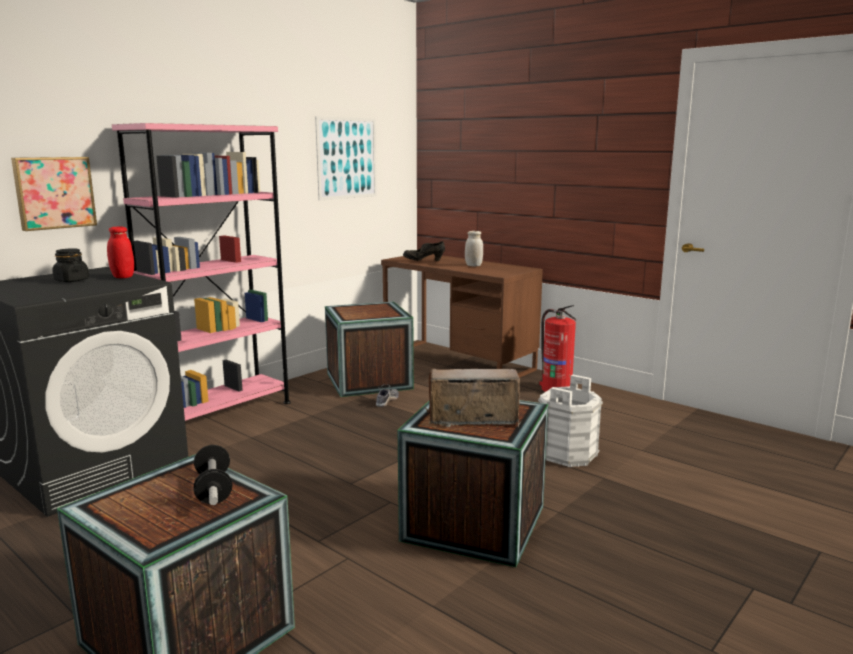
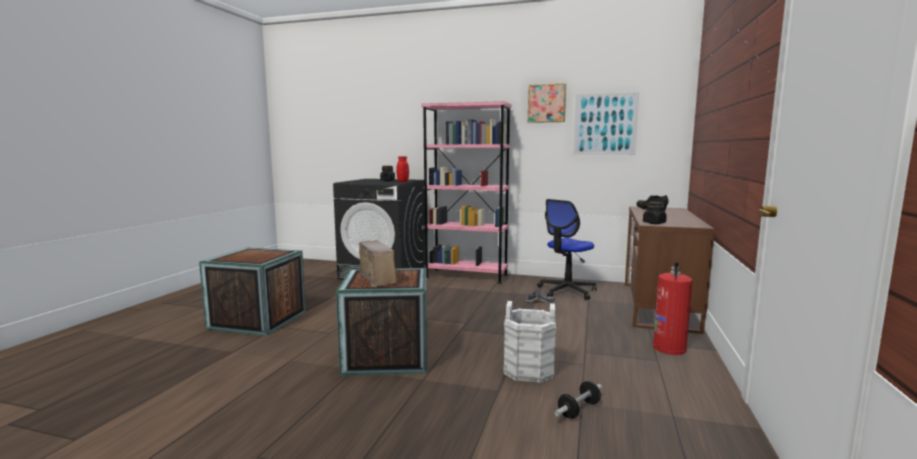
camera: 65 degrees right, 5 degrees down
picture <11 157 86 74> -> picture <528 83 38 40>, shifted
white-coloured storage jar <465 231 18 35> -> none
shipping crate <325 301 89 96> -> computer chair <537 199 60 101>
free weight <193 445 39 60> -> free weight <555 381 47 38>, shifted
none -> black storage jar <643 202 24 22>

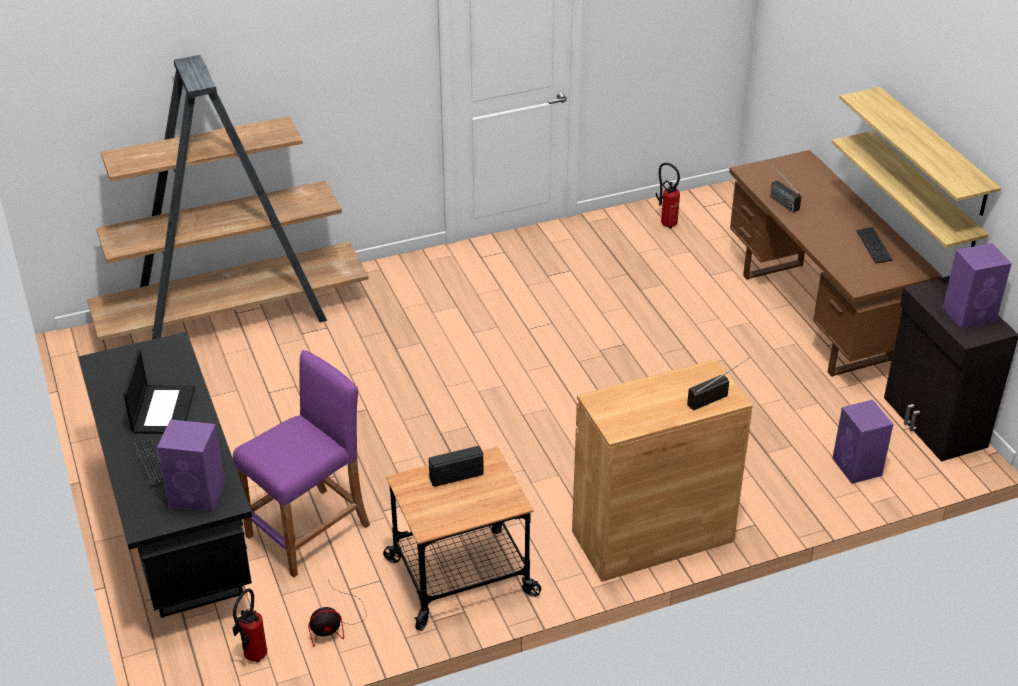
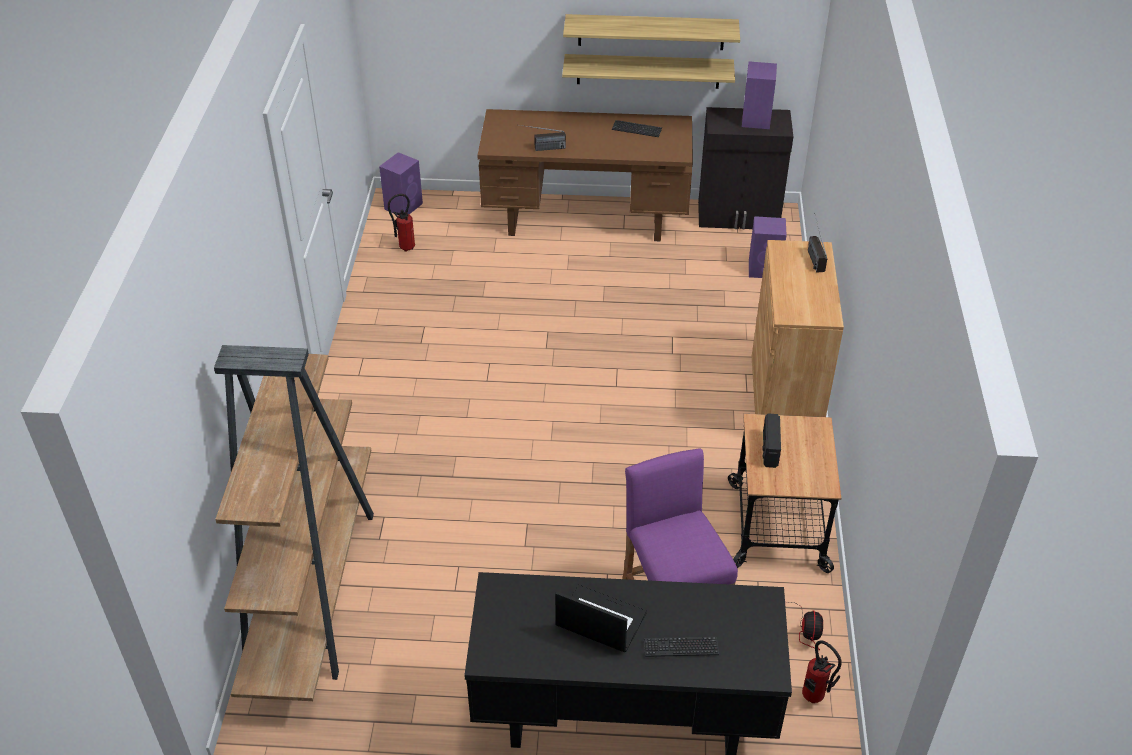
camera: 65 degrees left, 5 degrees up
purplish speaker <157 420 68 92> -> purplish speaker <379 152 44 64>, shifted

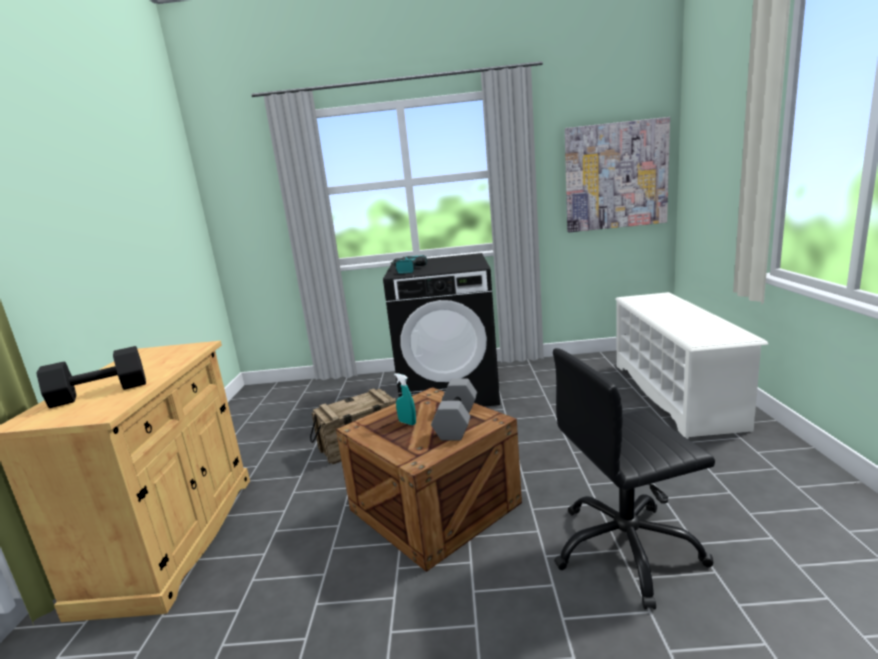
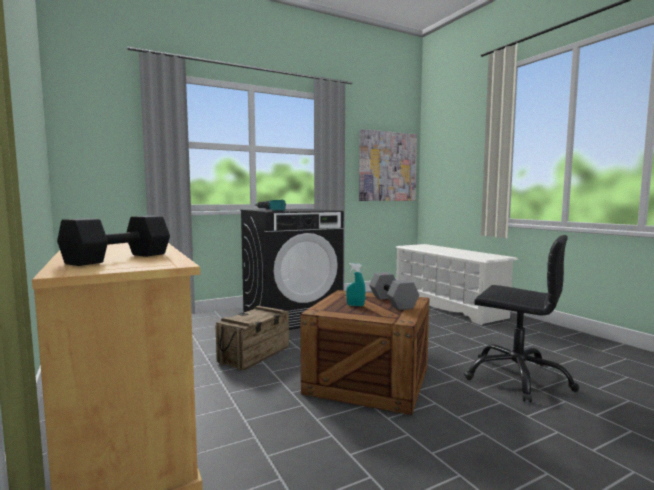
camera: 30 degrees left, 10 degrees down
black computer chair <553 348 162 262> -> black computer chair <464 235 115 167>, 105 degrees counterclockwise

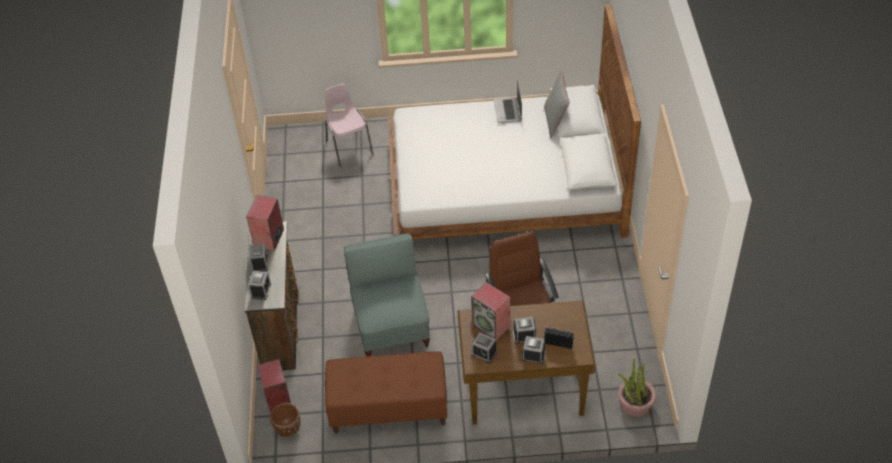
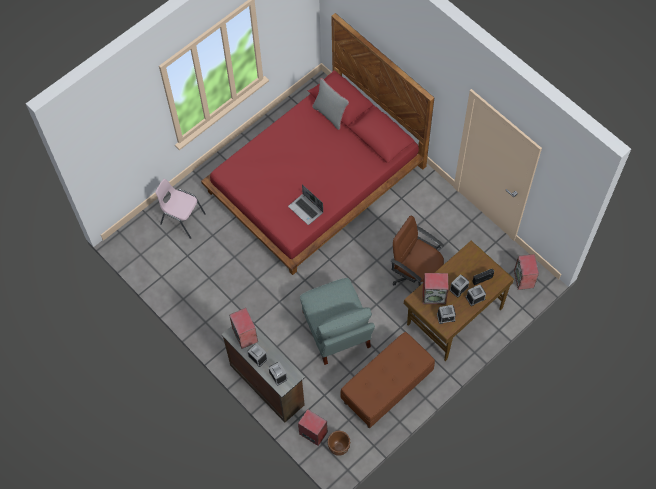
camera: 40 degrees left, 15 degrees up
white-coloured bedroom bed <388 4 253 235> -> reddish bedroom bed <201 13 233 262>
notebook computer <494 80 28 43> -> notebook computer <288 184 35 41>, shifted
gray easy chair <344 234 86 123> -> gray easy chair <300 278 75 87>, 150 degrees counterclockwise
houseplant <618 358 38 59> -> speaker <514 254 25 36>

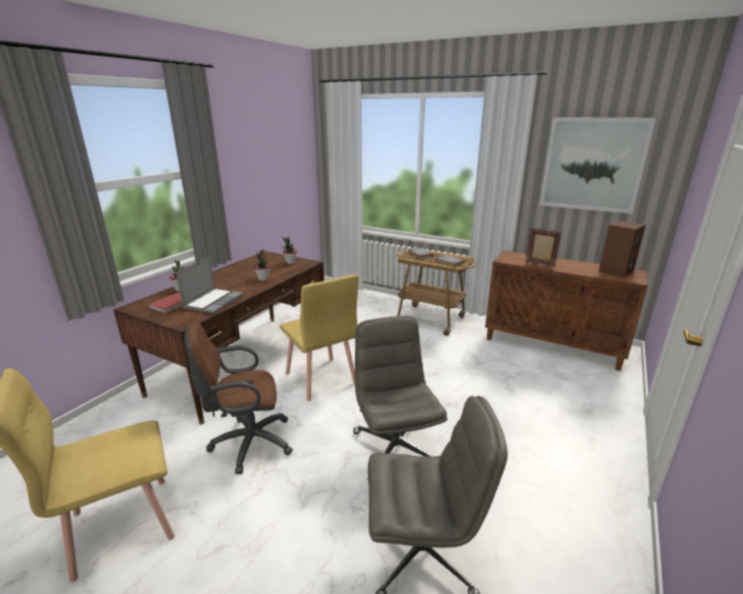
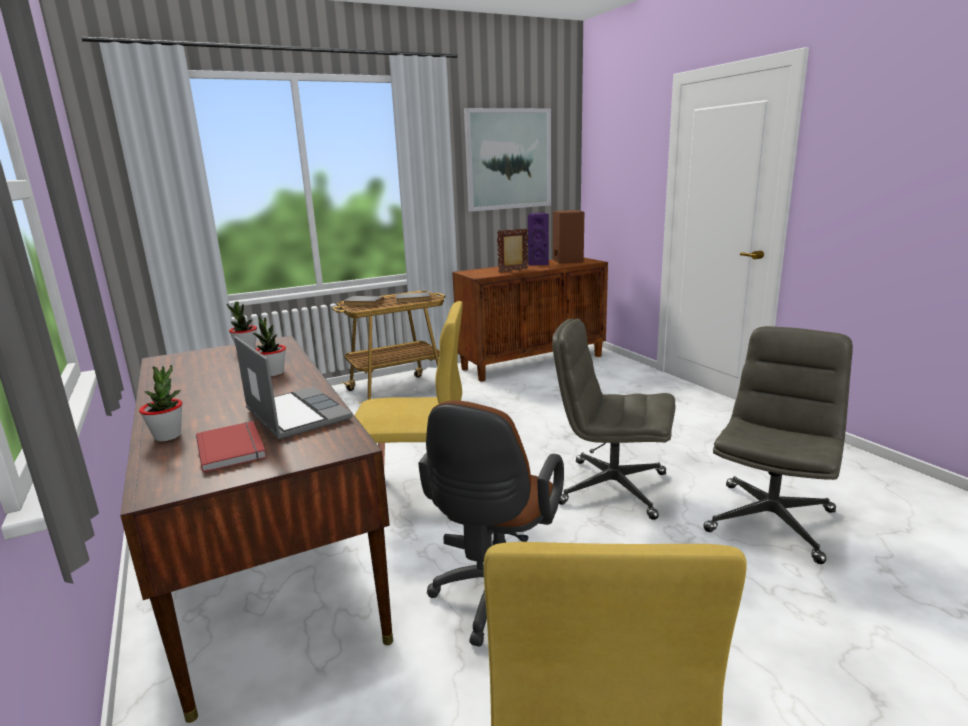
camera: 55 degrees left, 5 degrees down
none -> purplish speaker <528 213 21 53>

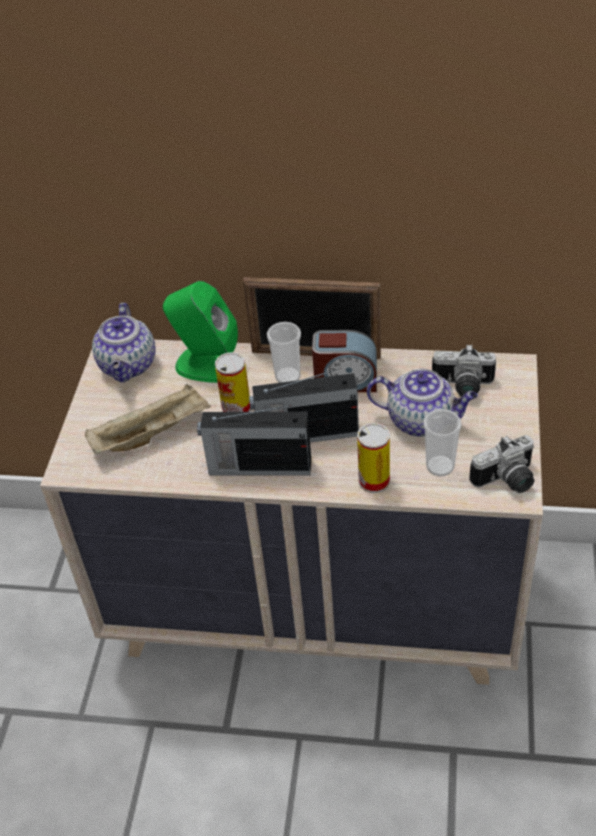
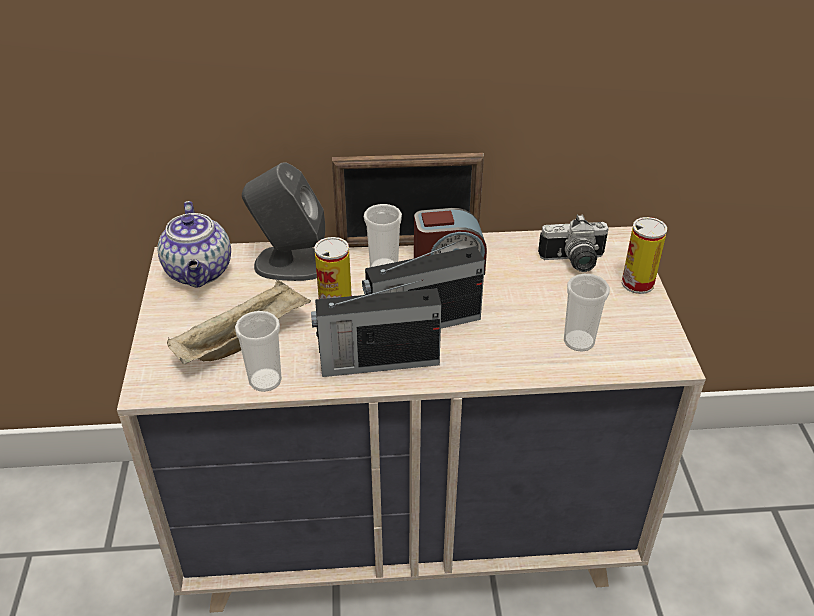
camera: 15 degrees left, 5 degrees down
green-coloured speaker <163 281 75 102> -> gray speaker <242 162 83 119>
teapot <367 369 111 68> -> none
metal can <357 423 33 70> -> metal can <622 217 45 77>, shifted
still camera <469 435 66 58> -> none
none -> small cup <235 311 47 81>

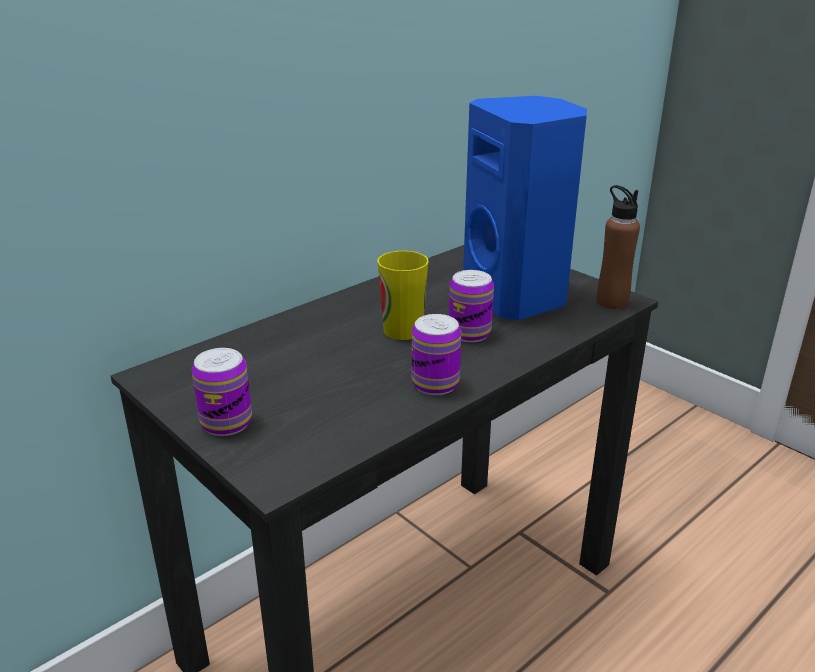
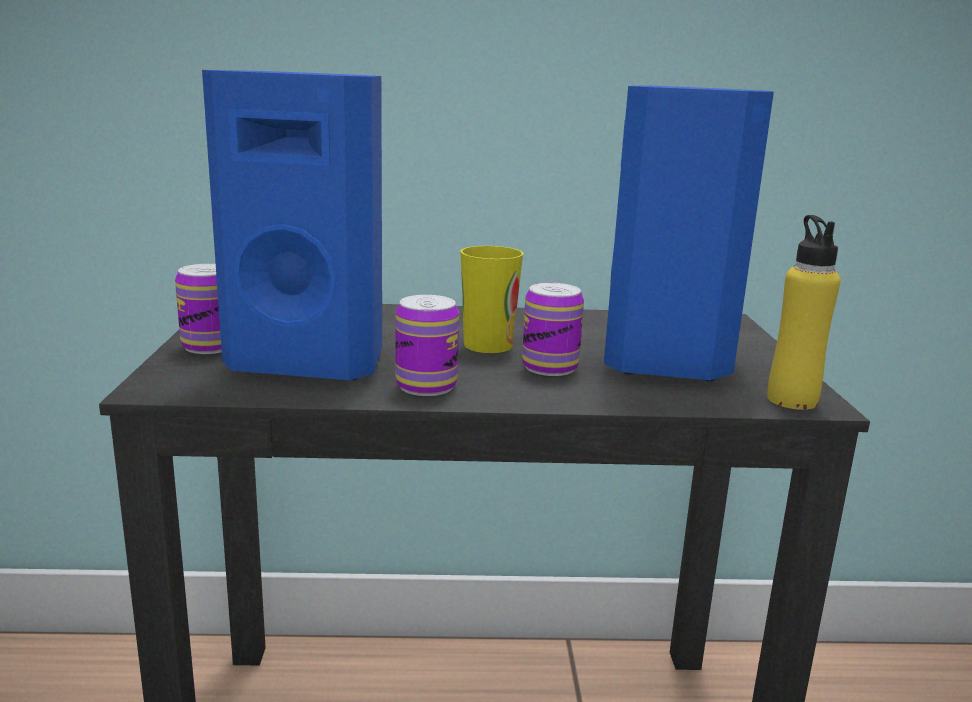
camera: 40 degrees right, 10 degrees down
brown bottle <596 185 44 124> -> yellowish bottle <767 215 74 195>
none -> bluish speaker <202 70 180 310>

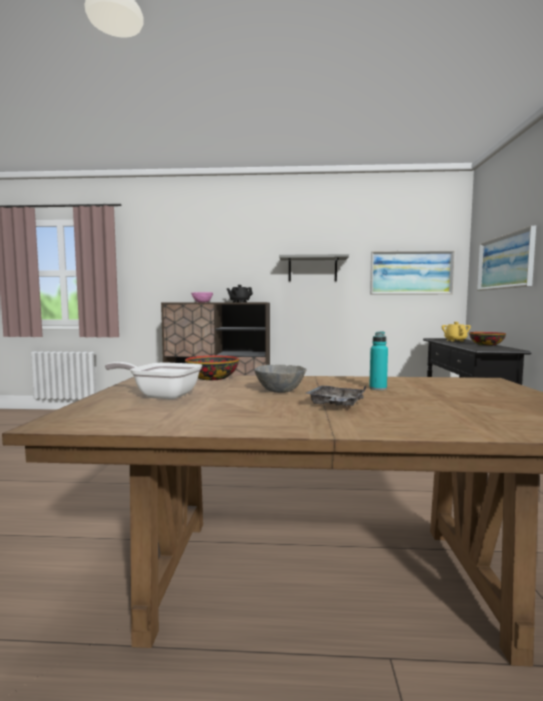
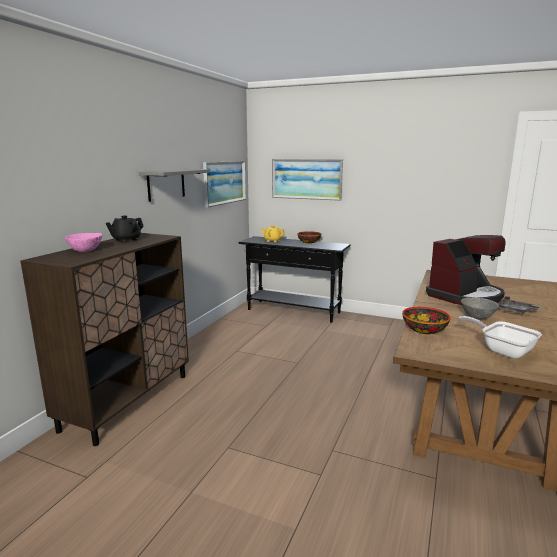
camera: 70 degrees left, 10 degrees up
turquoise-coloured bottle <369 331 19 59> -> coffee maker <426 235 80 70>
frying pan <105 362 97 37> -> frying pan <458 316 84 43>, 105 degrees clockwise

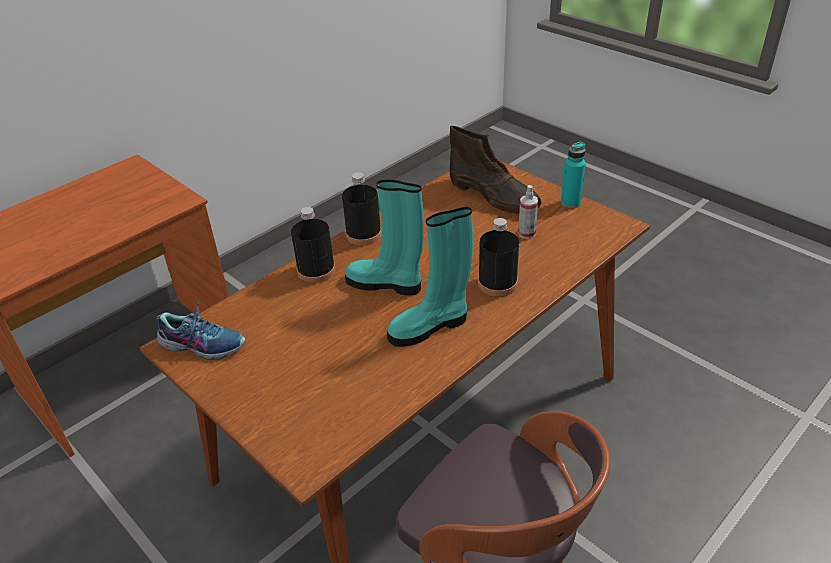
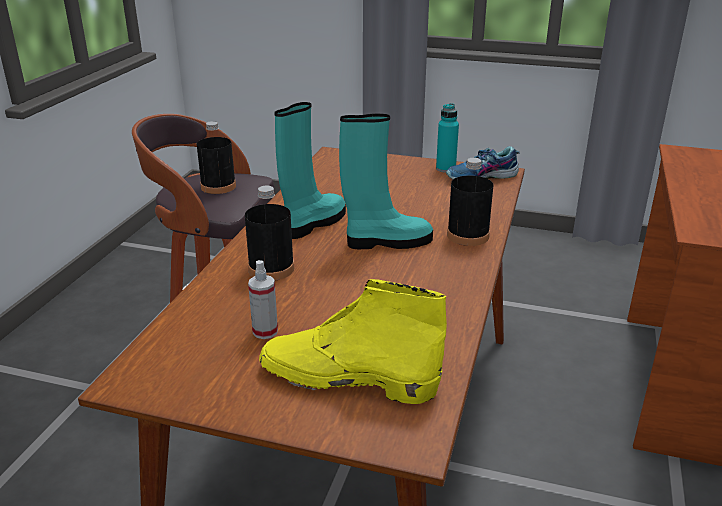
camera: 150 degrees right, 10 degrees down
brown tall boot <450 126 91 88> -> yellowish tall boot <259 279 188 125>
turquoise-coloured bottle <561 142 25 66> -> turquoise-coloured bottle <436 103 23 70>, shifted
black bottle <342 172 40 73> -> black bottle <197 121 39 73>, shifted

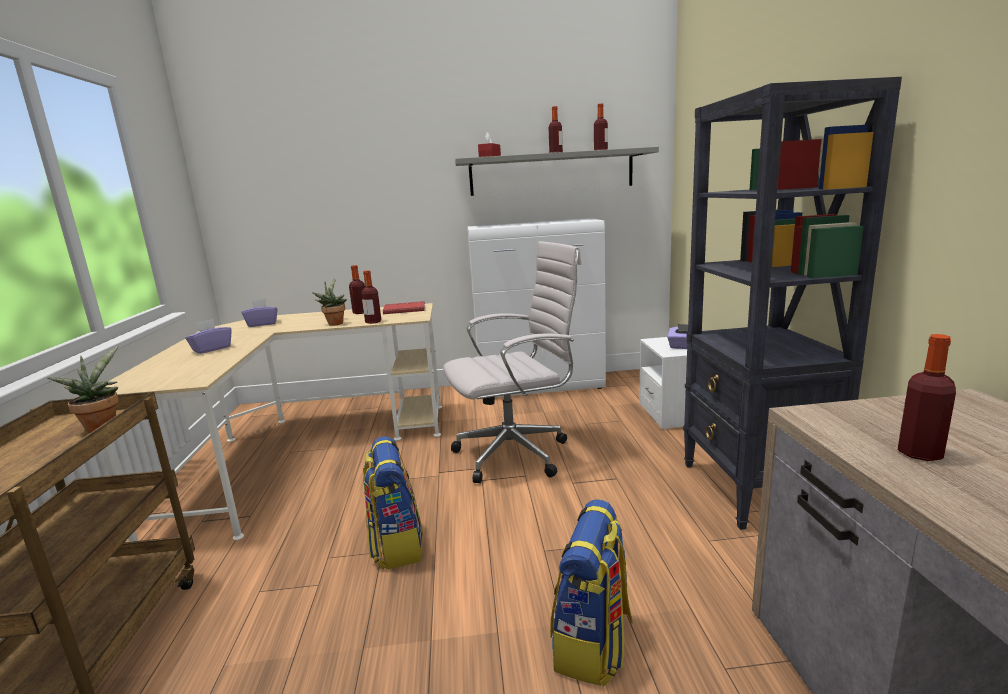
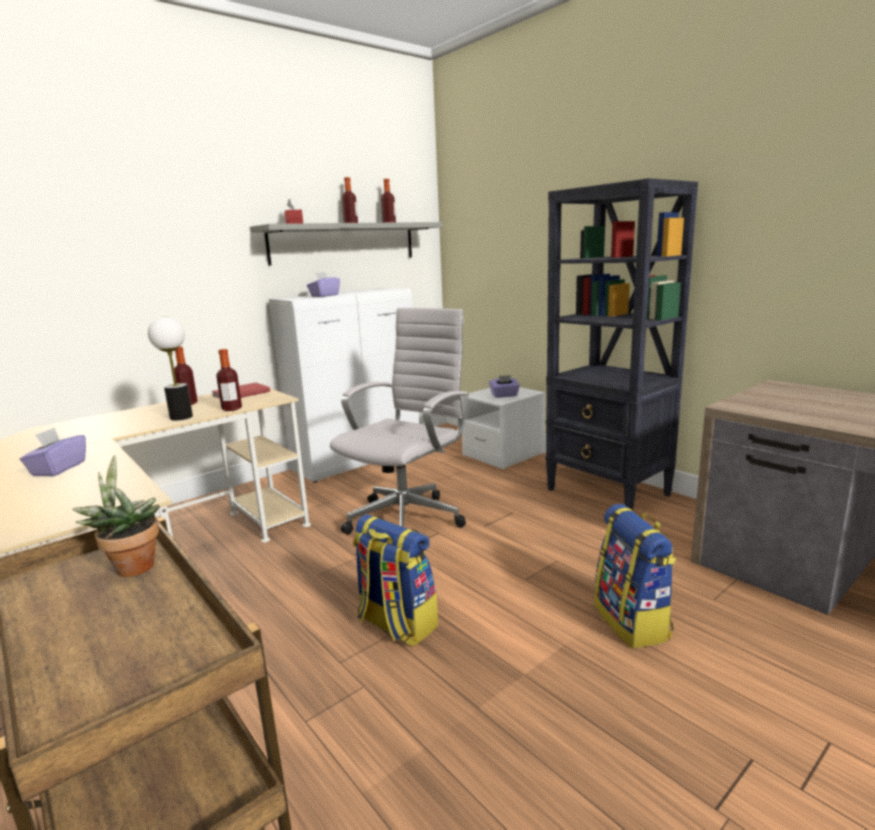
camera: 35 degrees left, 0 degrees up
houseplant <312 278 35 48> -> lamp for a table <148 317 45 104>
purplish box of tissues <242 299 36 28> -> purplish box of tissues <307 272 33 25>, shifted
bottle <898 334 58 127> -> none

